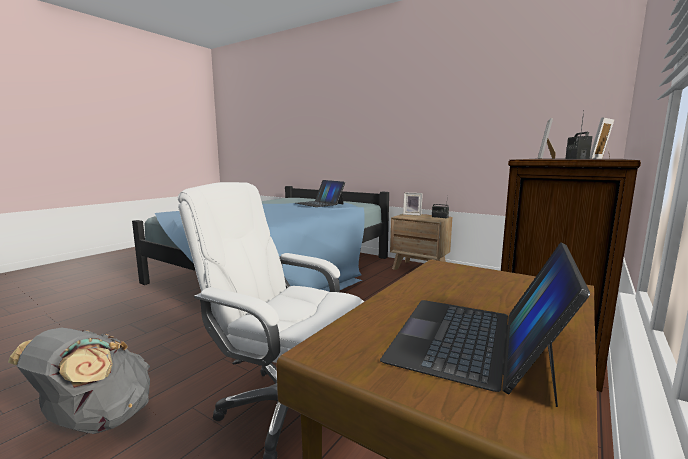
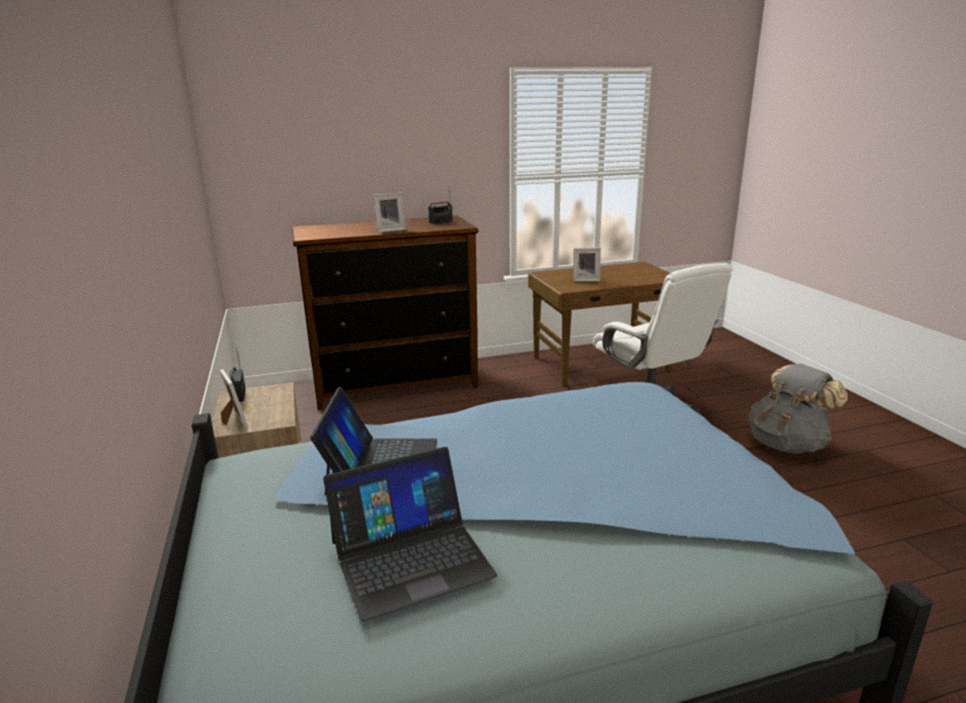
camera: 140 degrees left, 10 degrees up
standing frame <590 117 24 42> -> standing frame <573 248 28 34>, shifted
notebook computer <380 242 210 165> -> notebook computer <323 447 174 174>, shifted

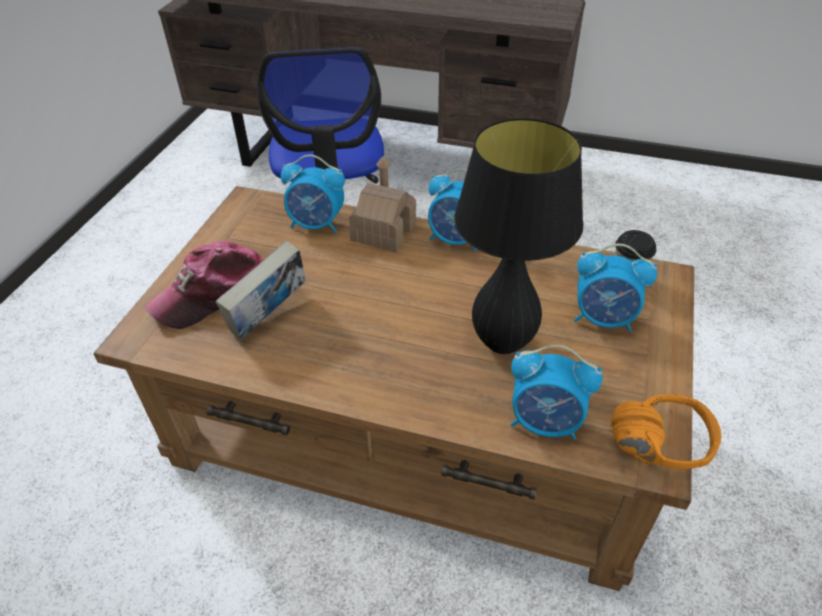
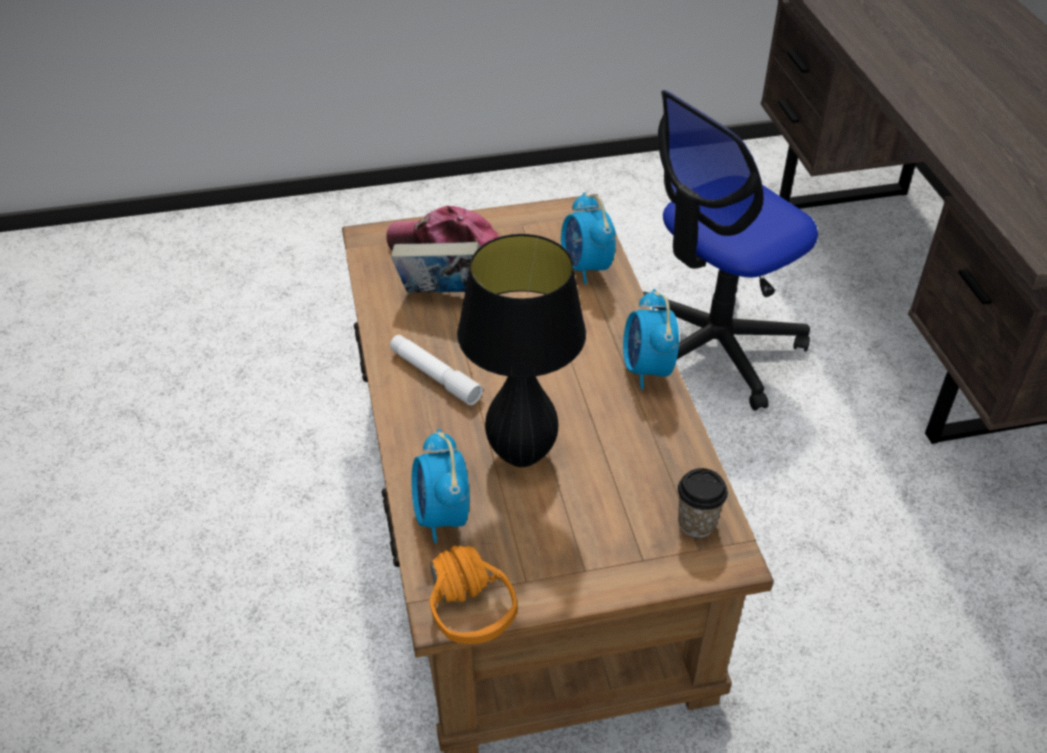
camera: 60 degrees right, 0 degrees up
model house <349 156 67 96> -> none
bedside clock <574 244 83 88> -> none
none -> white-coloured torch <390 335 93 71>

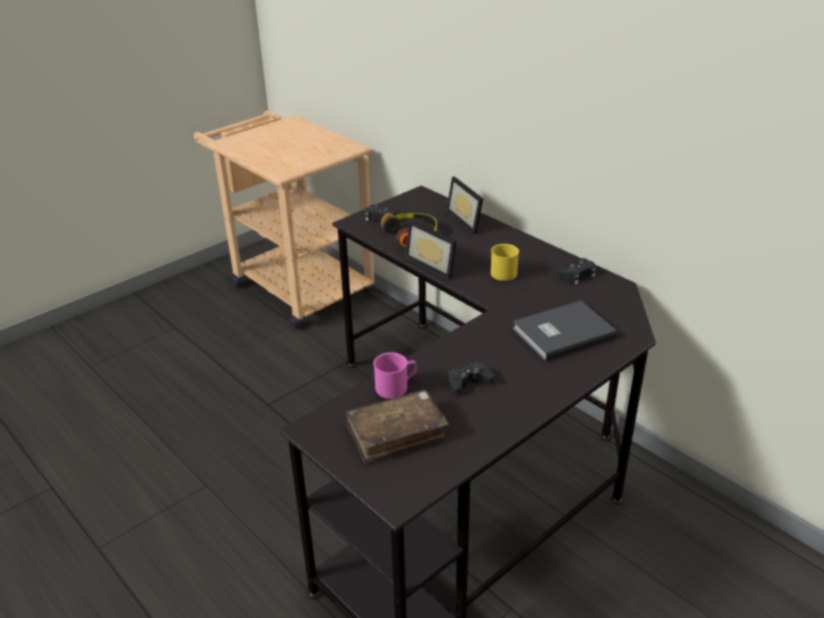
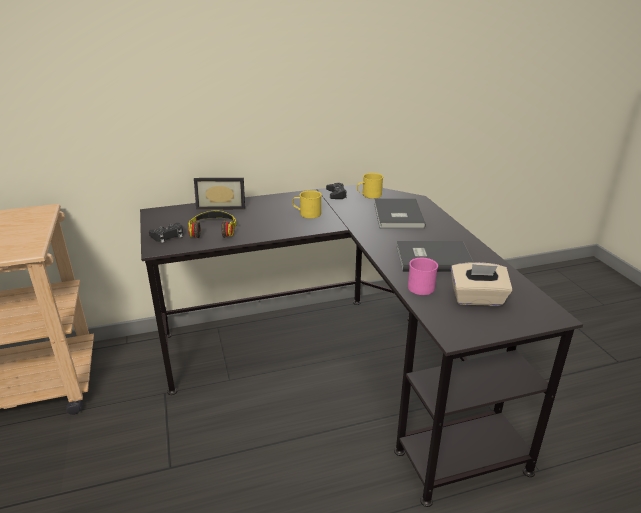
camera: 65 degrees left, 5 degrees down
standing frame <405 220 52 60> -> none
black gamepad <448 361 47 33> -> gray volume <396 241 77 31>
brown volume <346 389 102 75> -> sand-coloured box of tissues <451 262 61 44>
none -> yellowish tea mug <357 173 26 26>

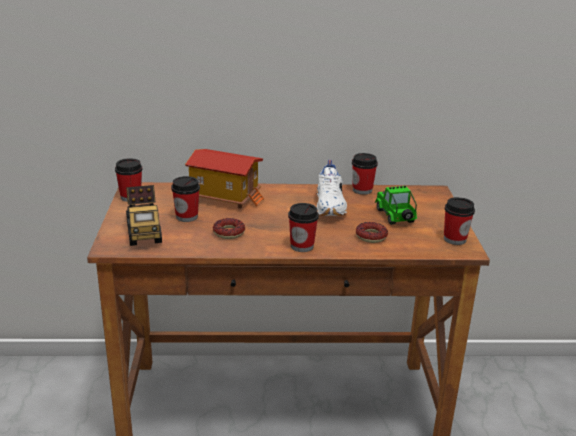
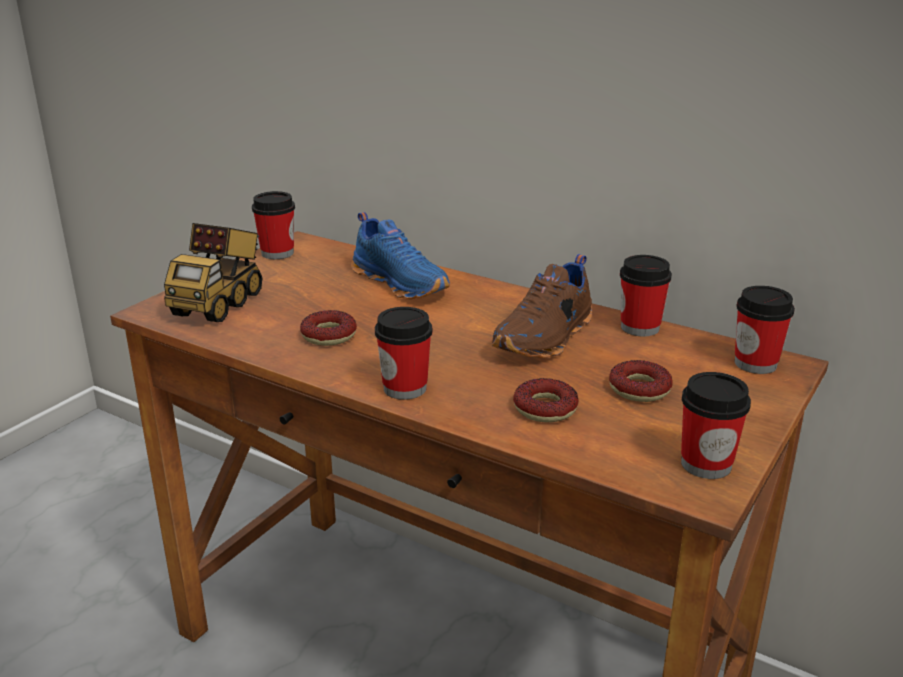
camera: 35 degrees right, 0 degrees up
model house <185 149 79 60> -> bluish low shoe <351 212 99 87>
white-coloured low shoe <316 160 31 56> -> brown low shoe <492 254 100 104>
small cup <171 176 29 46> -> small cup <735 286 60 88>, shifted
model car <375 186 42 39> -> doughnut <609 360 64 42>

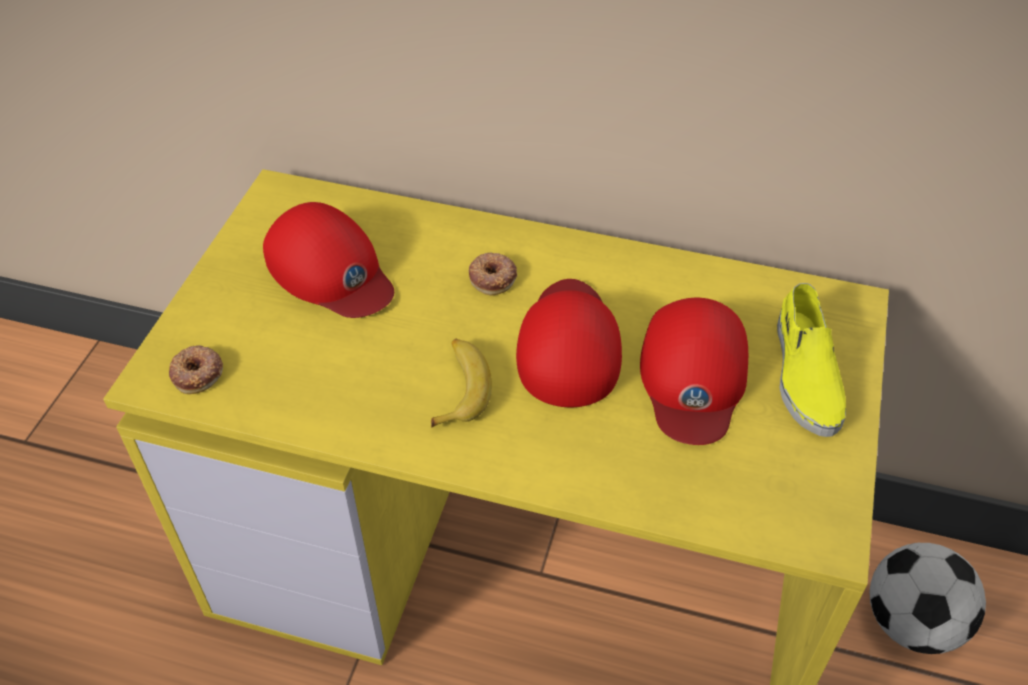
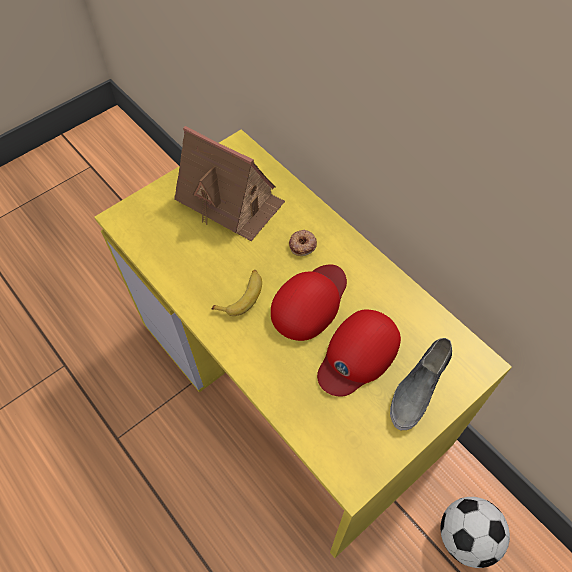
camera: 35 degrees right, 10 degrees up
reddish peaked cap <263 202 131 116> -> model house <174 126 111 115>
yellowish low shoe <777 283 69 154> -> gray low shoe <390 338 62 92>
doughnut <169 345 54 49> -> none

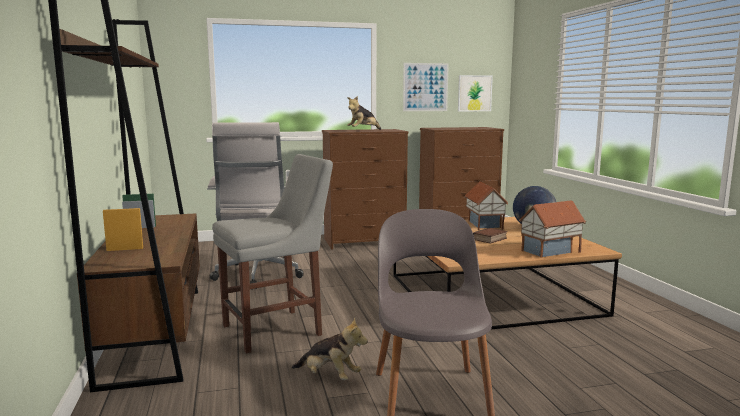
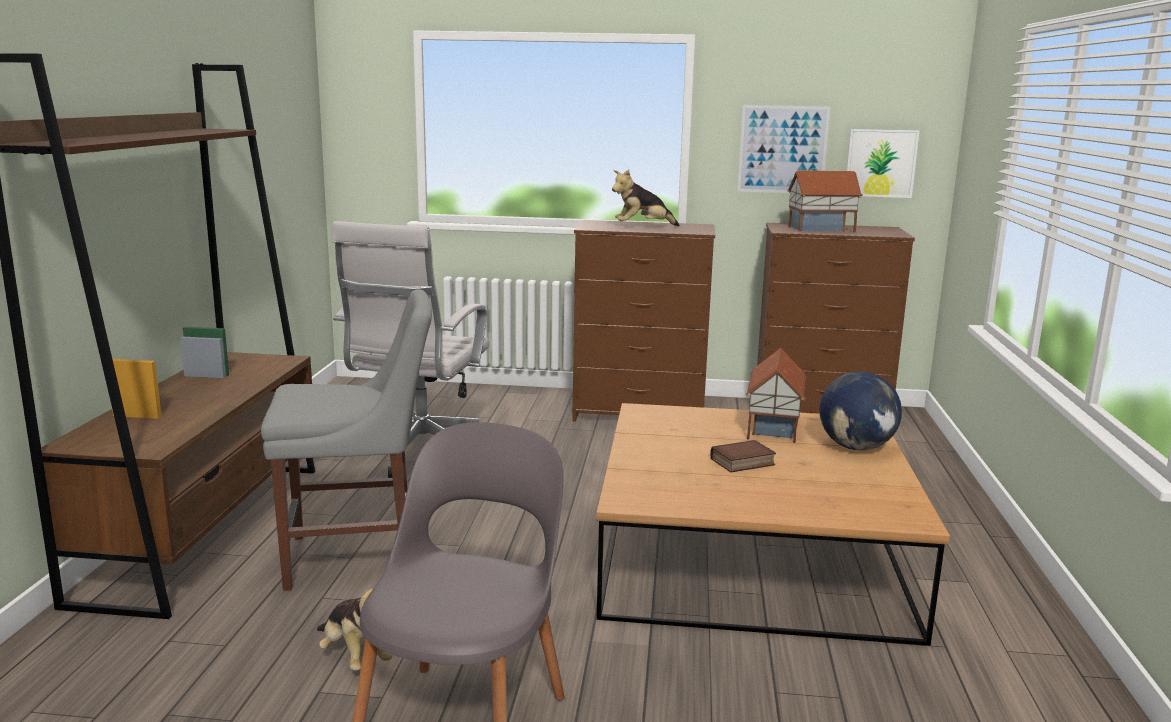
camera: 20 degrees right, 5 degrees up
model house <519 200 67 58> -> model house <787 171 76 61>, shifted

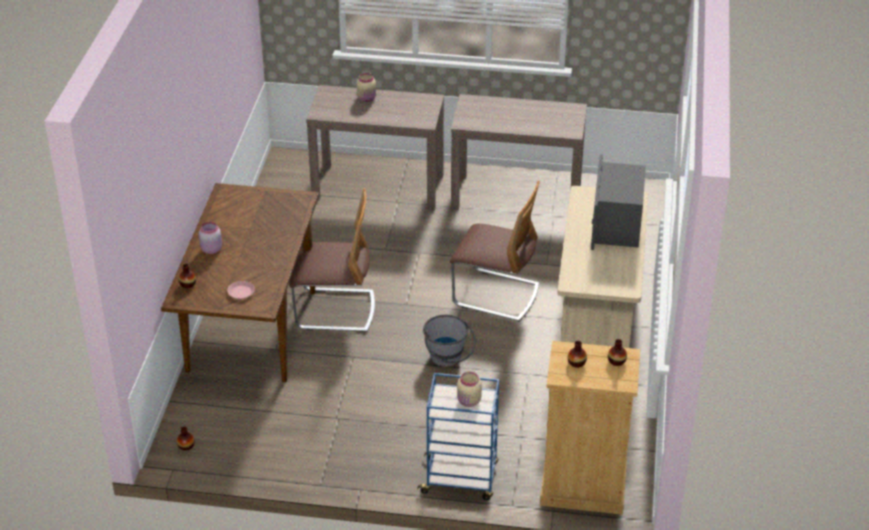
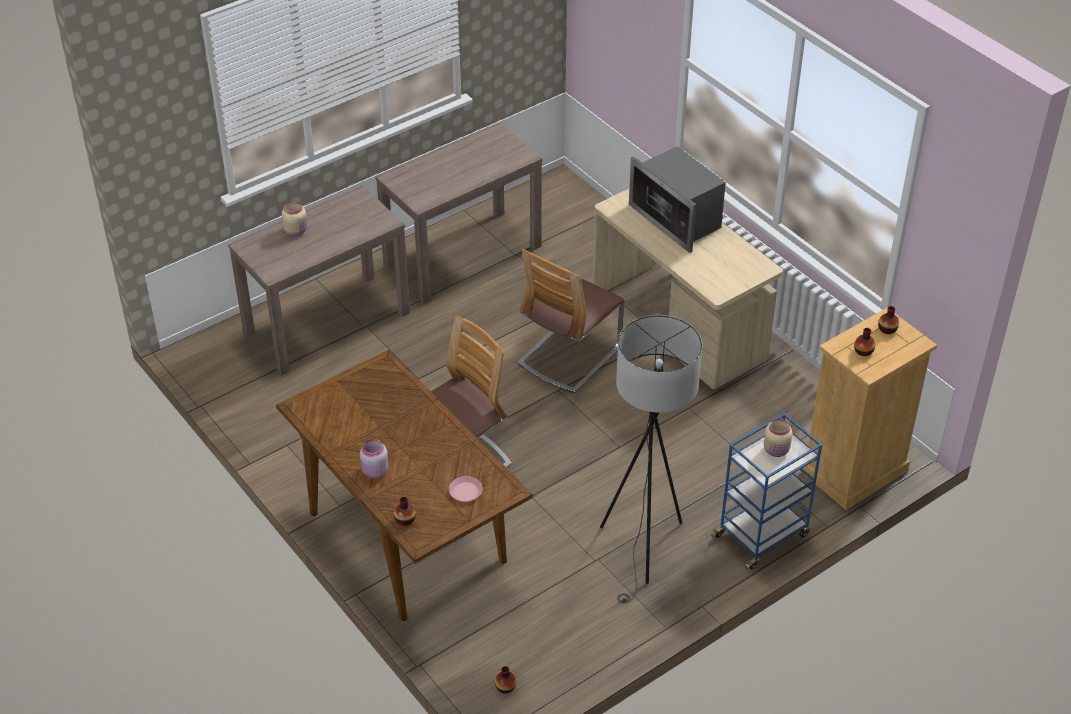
camera: 45 degrees left, 5 degrees up
plain chair <450 181 90 141> -> plain chair <517 249 108 144>, 150 degrees clockwise
gray bucket <423 315 53 52> -> none
none -> gray standard lamp <600 315 103 289>

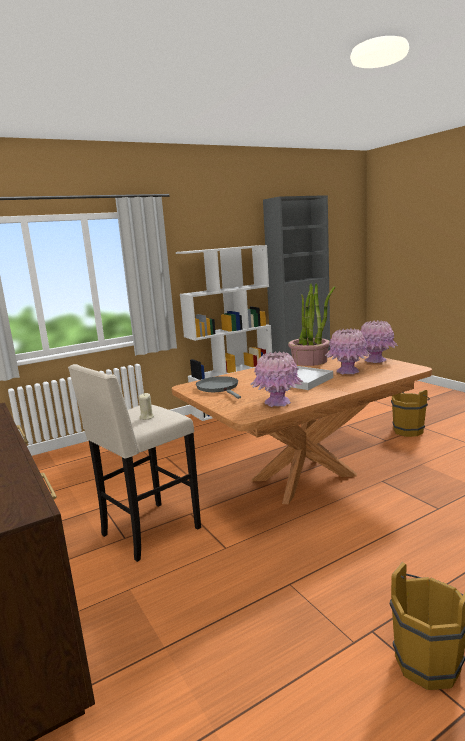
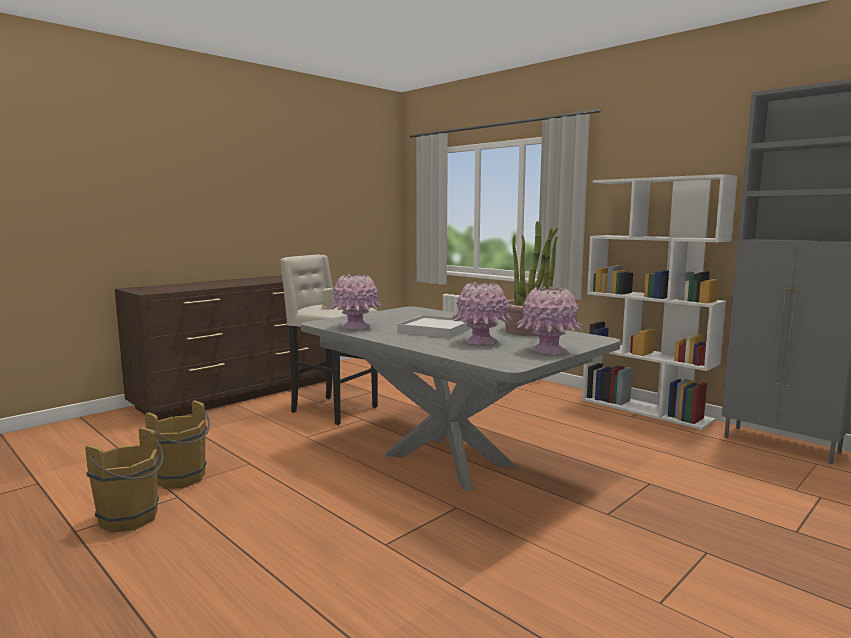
camera: 75 degrees right, 5 degrees down
brown kitchen table <172 351 260 153> -> gray kitchen table <301 307 320 184>
gray frying pan <196 376 45 23> -> none
brown bucket <391 390 39 47> -> brown bucket <145 400 65 89>, shifted

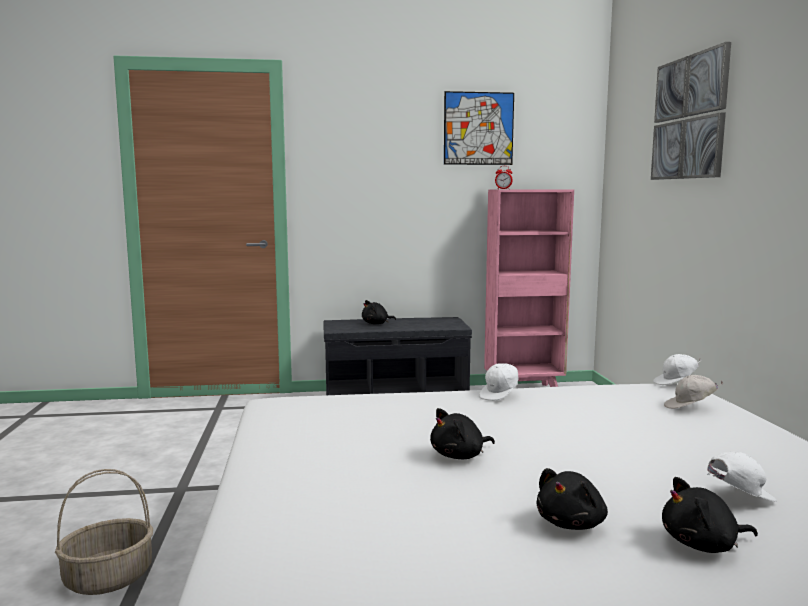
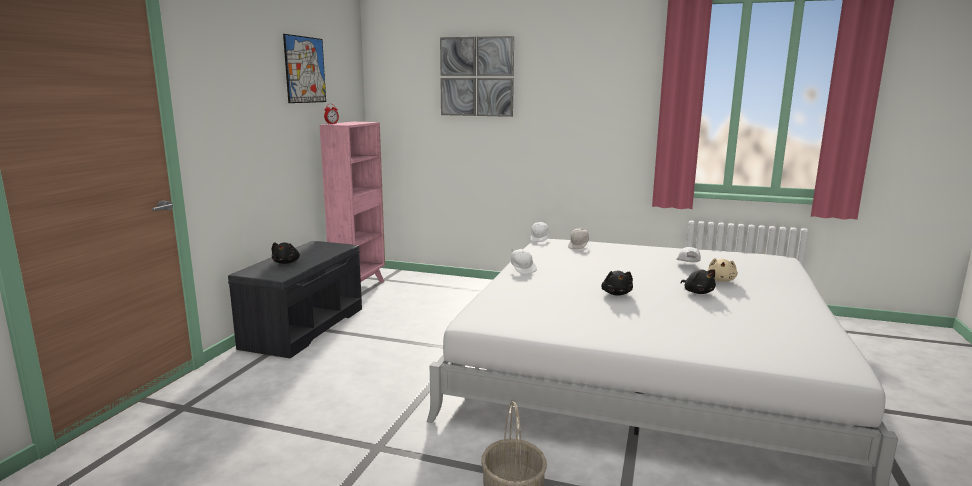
camera: 65 degrees left, 5 degrees up
black soft toy <662 477 96 76> -> sand-coloured soft toy <707 258 31 24>

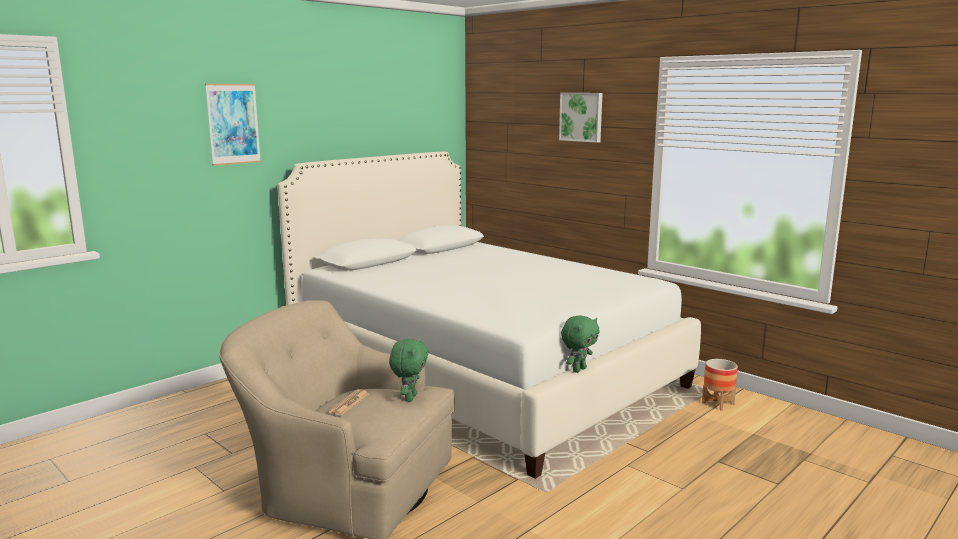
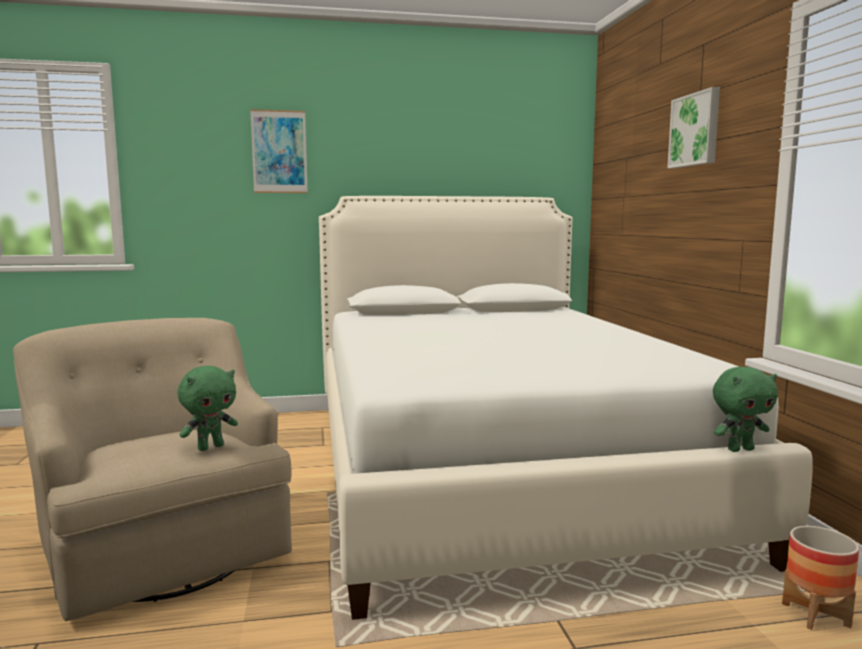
camera: 35 degrees right, 5 degrees down
green-coloured soft toy <561 315 39 58> -> green-coloured soft toy <713 367 65 85>, shifted
printed paper <329 389 40 26> -> none

